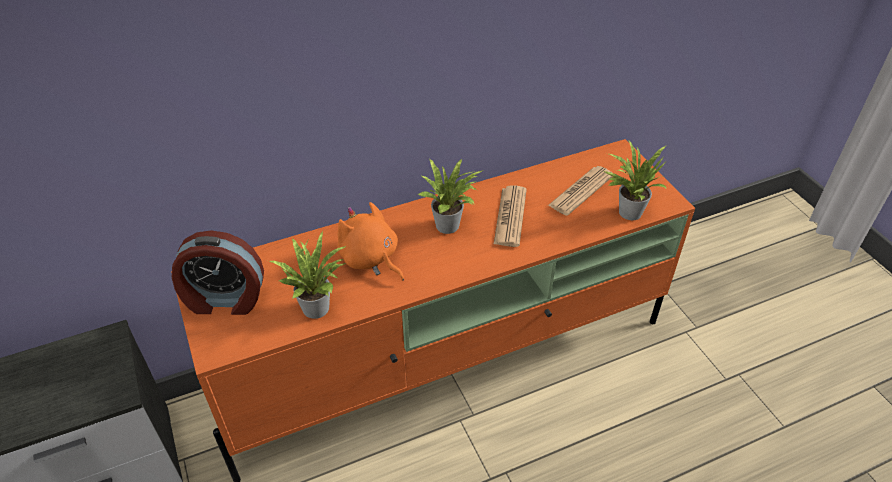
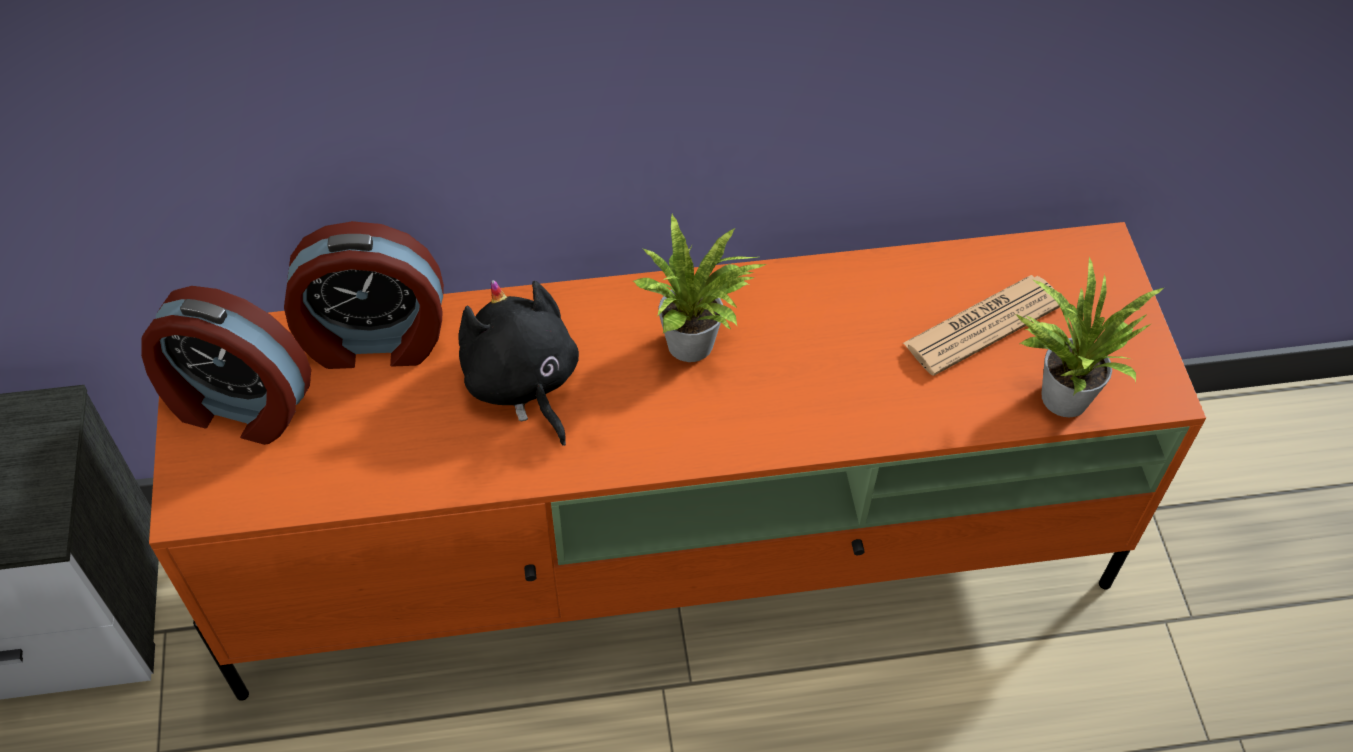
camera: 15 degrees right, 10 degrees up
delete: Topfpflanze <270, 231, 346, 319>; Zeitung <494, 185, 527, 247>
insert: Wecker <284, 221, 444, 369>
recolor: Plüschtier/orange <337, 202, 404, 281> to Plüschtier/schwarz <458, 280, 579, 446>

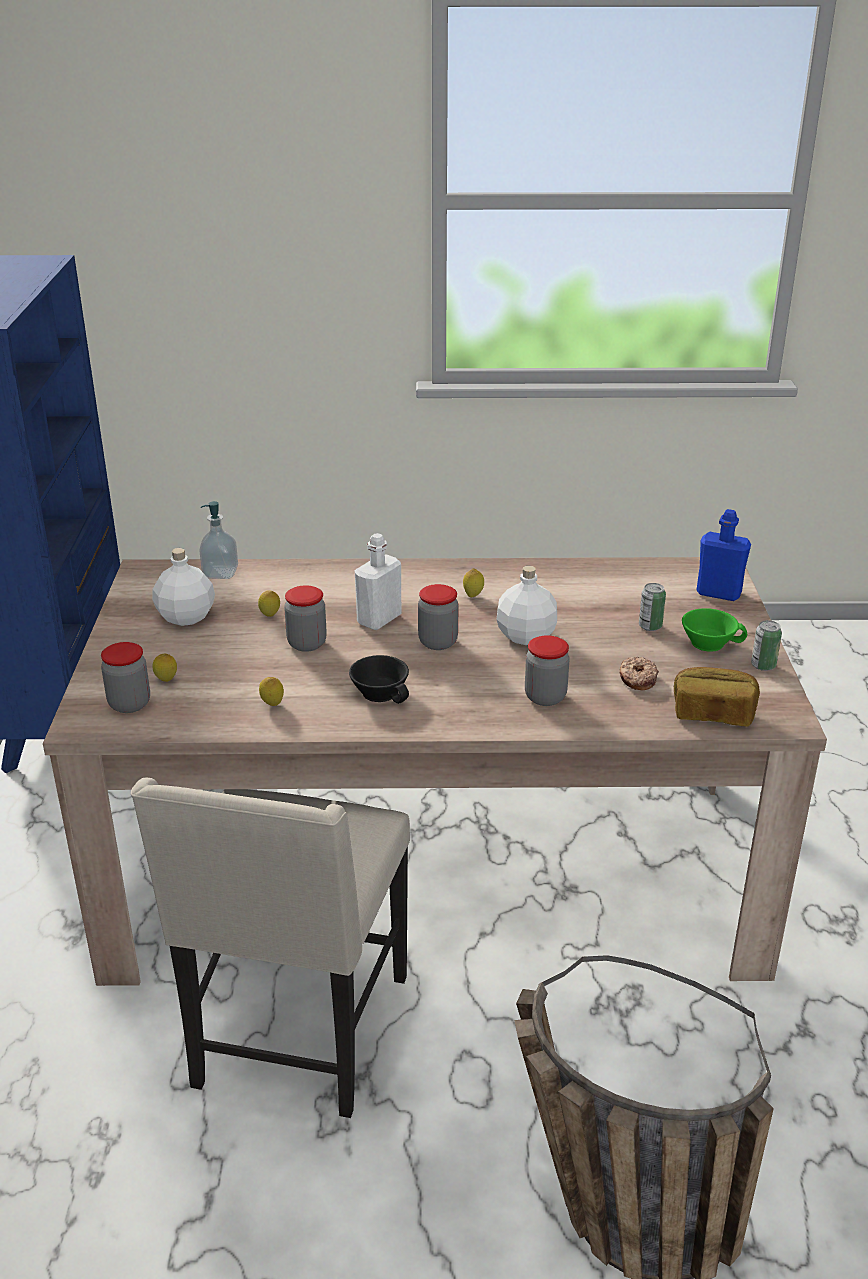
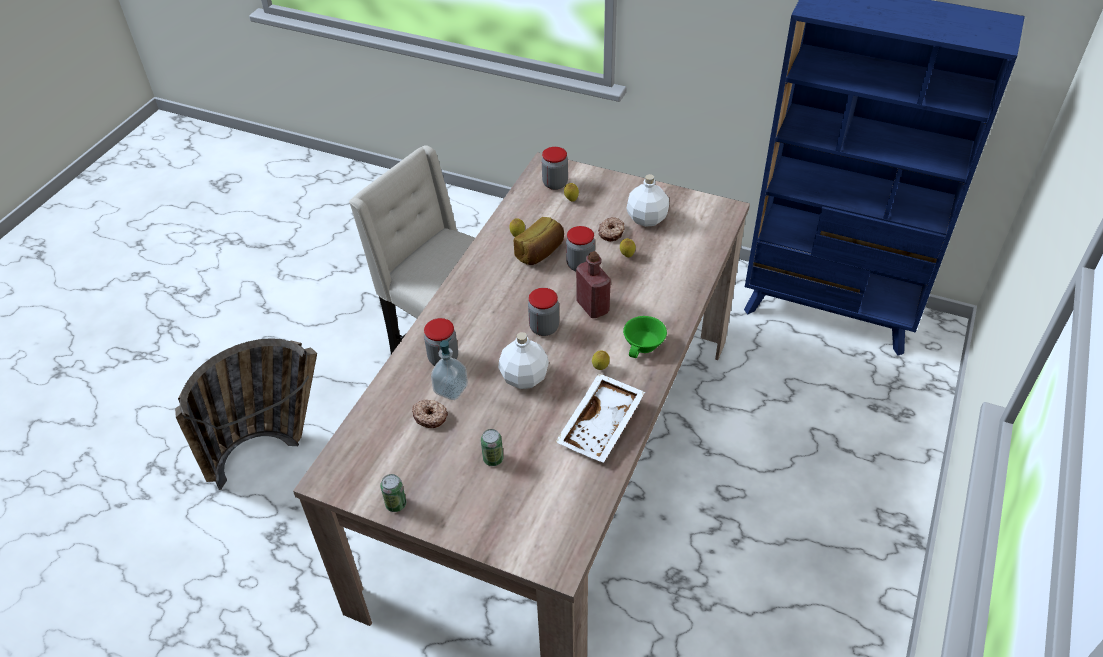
camera: 115 degrees right, 15 degrees up
delete: Tasse/schwarz <349, 655, 409, 704>; Flasche/blau <696, 509, 751, 601>
insert: Tablett/weiß <555, 373, 645, 463>; Donut <598, 217, 625, 241>
move: Seifenspender <199, 501, 238, 579> to <431, 338, 468, 400>; Brot <674, 667, 760, 727> to <514, 217, 564, 265>; Tasse/grün <682, 608, 747, 652> to <623, 316, 667, 358>
recolor: Flasche/weiß <355, 533, 402, 630> to Flasche/rot <576, 251, 611, 318>

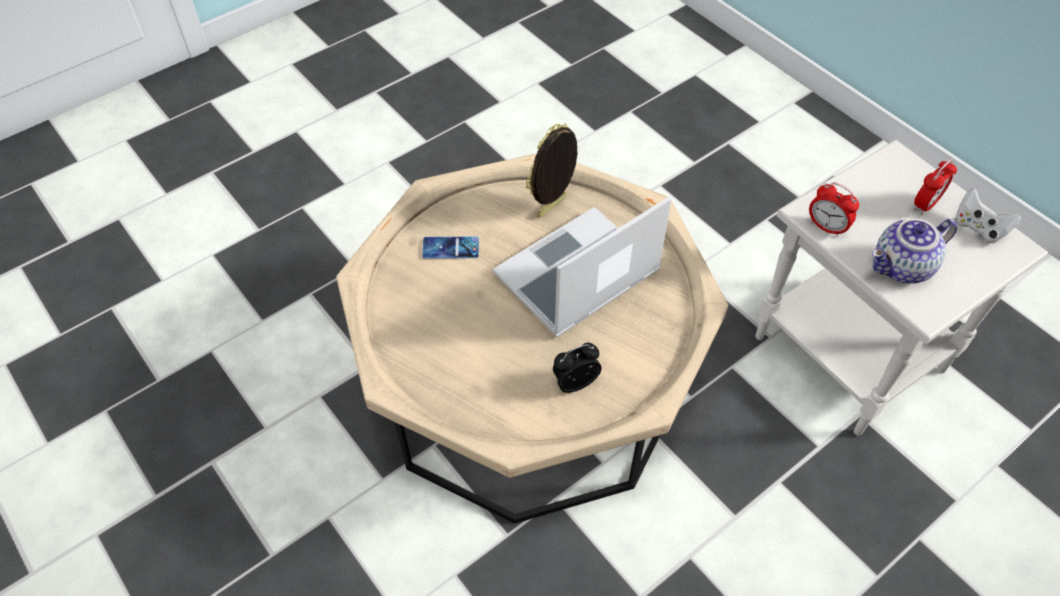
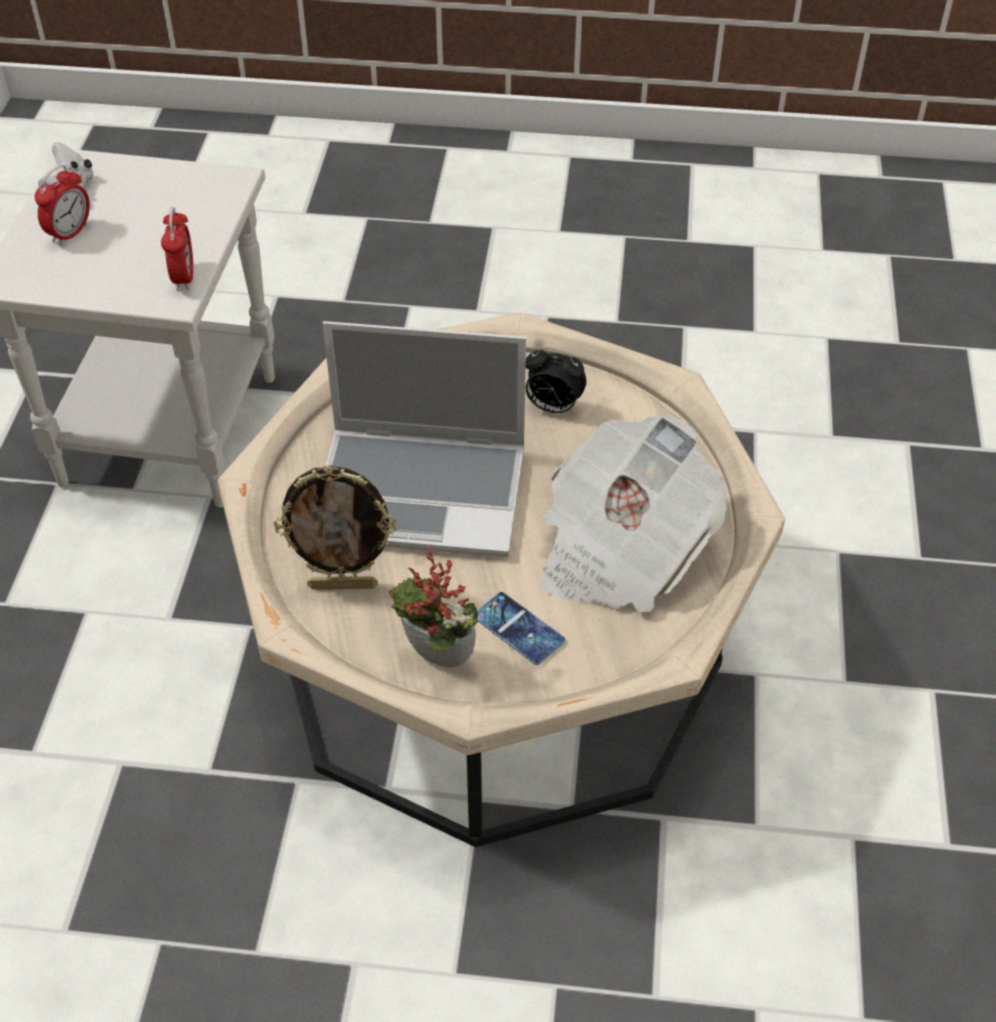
camera: 135 degrees left, 5 degrees down
delete: Teekanne <872, 218, 957, 283>
insert: Topfpflanze <389, 546, 478, 667>; Zeitung <540, 415, 727, 613>
rotate: Wecker <914, 159, 957, 215> = <35, 165, 90, 246> 120 degrees clockwise

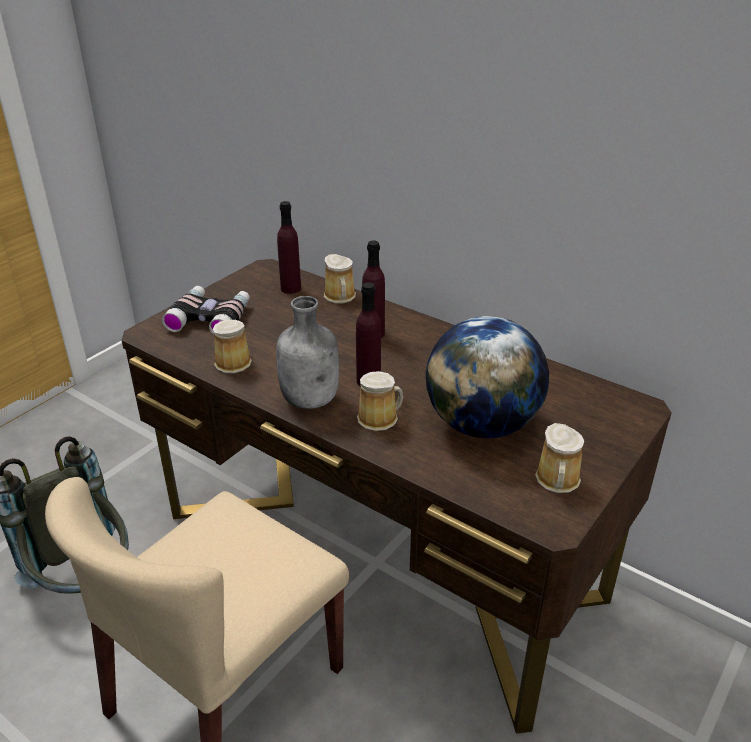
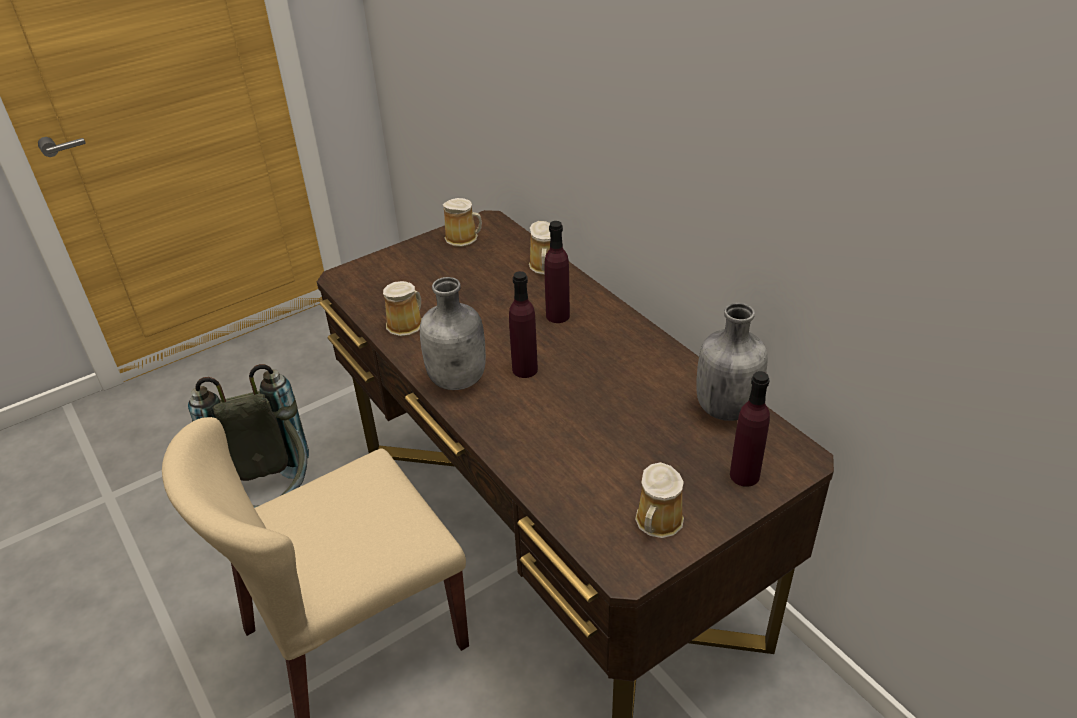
camera: 20 degrees right, 5 degrees up
delete: Fernglas <162, 286, 250, 335>; Globus <426, 316, 549, 438>
insert: Flasche/grau <696, 303, 768, 421>
move: Henkelbecher <357, 371, 403, 431> to <443, 198, 482, 247>; Flasche/lila <277, 201, 301, 294> to <730, 371, 770, 487>

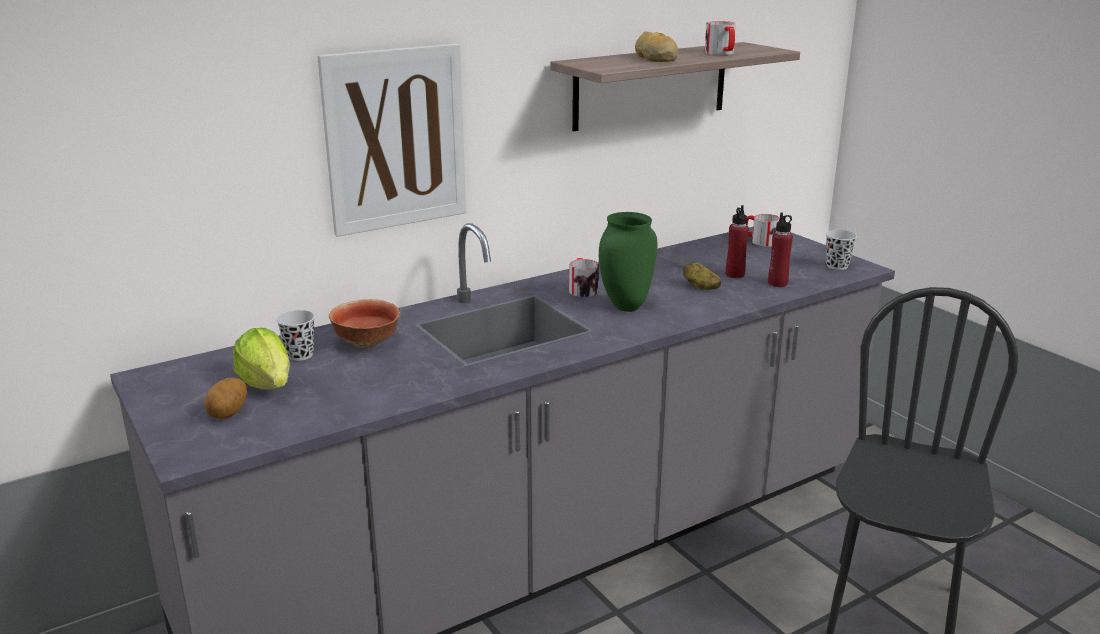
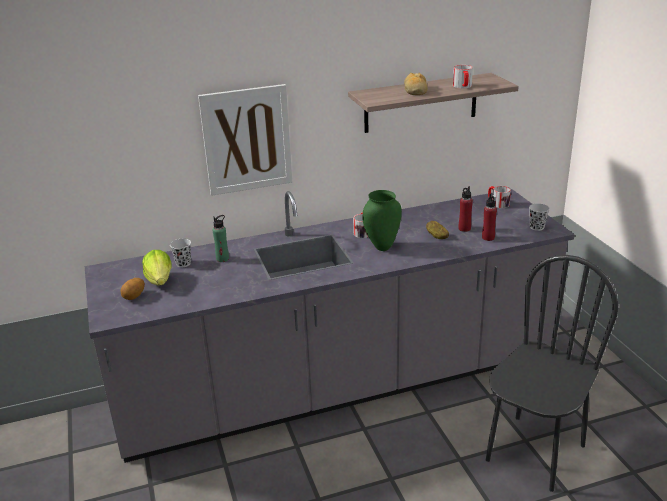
camera: 15 degrees right, 5 degrees up
replace: Schüssel <329, 299, 400, 348> to Flasche/grün <213, 215, 229, 262>

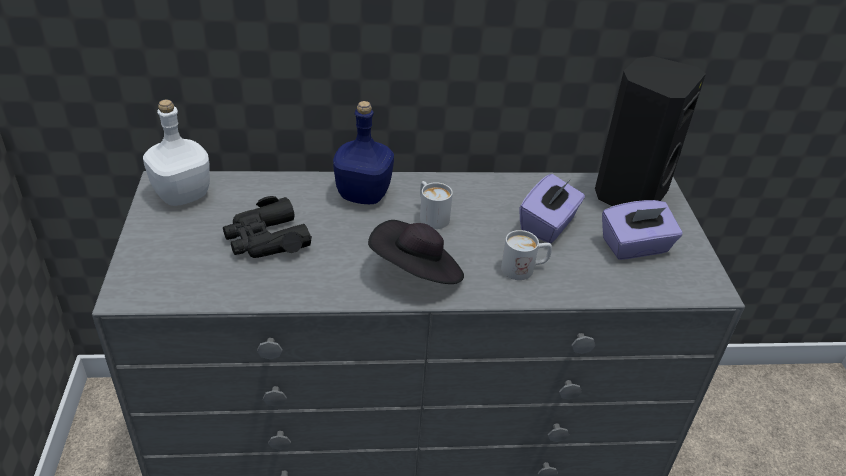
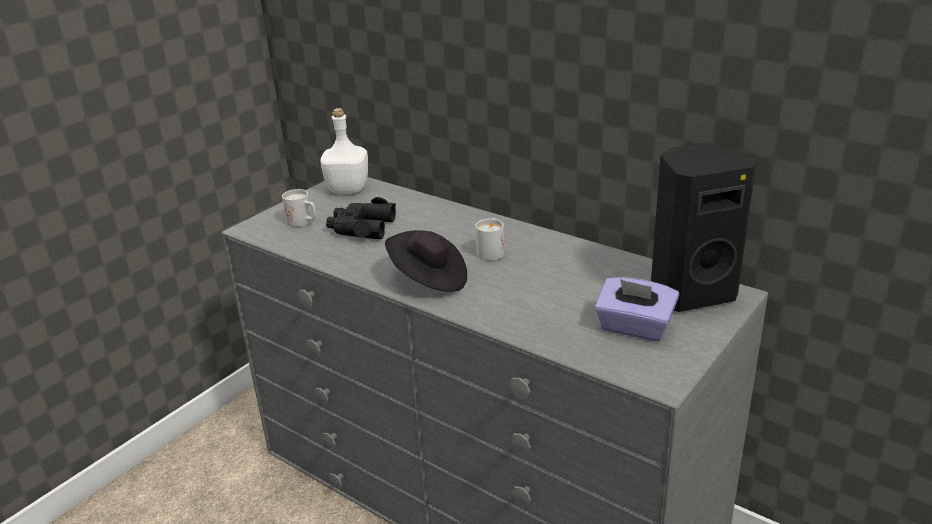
camera: 45 degrees right, 10 degrees down
delete: Flasche/blau <333, 101, 394, 204>; Taschentuchbox/lila <519, 174, 585, 243>
move: Henkelbecher/weiß <501, 230, 552, 280> to <282, 189, 316, 227>

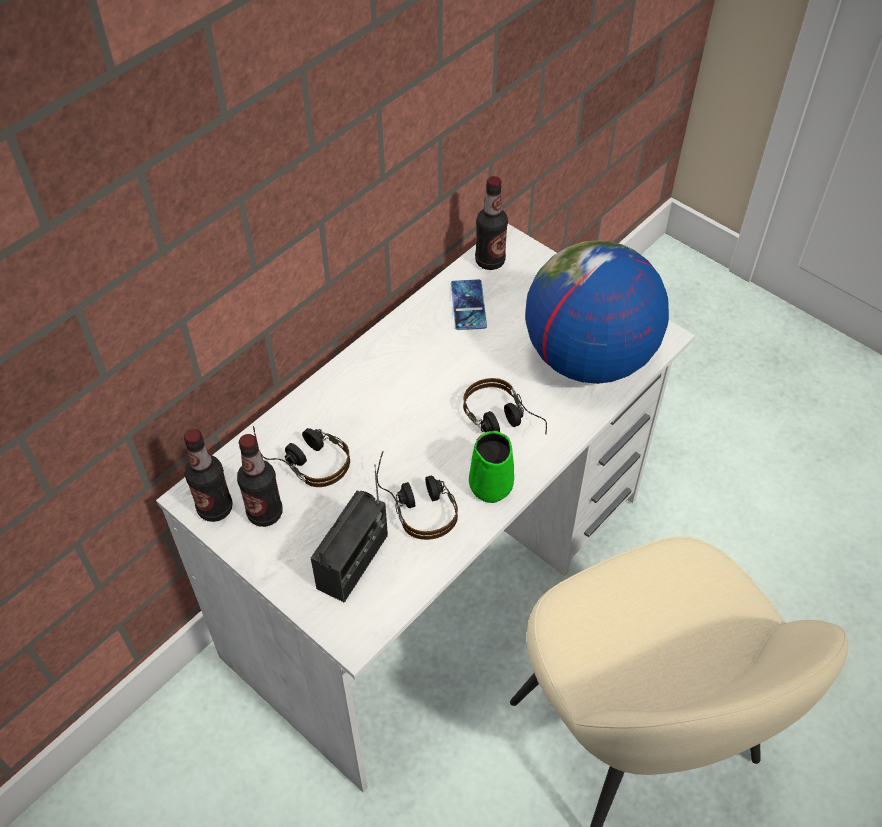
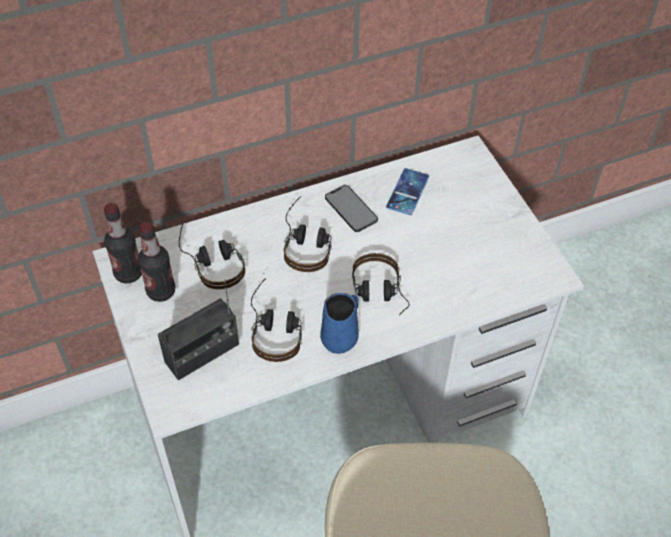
camera: 25 degrees right, 0 degrees up
delete: Flasche <475, 176, 508, 270>; Globus <525, 240, 669, 384>
insert: Kopfhörer <284, 196, 331, 272>; Handy <325, 185, 378, 232>
recolor: Henkelbecher/grün <469, 431, 514, 503> to Henkelbecher/blau <320, 293, 359, 354>

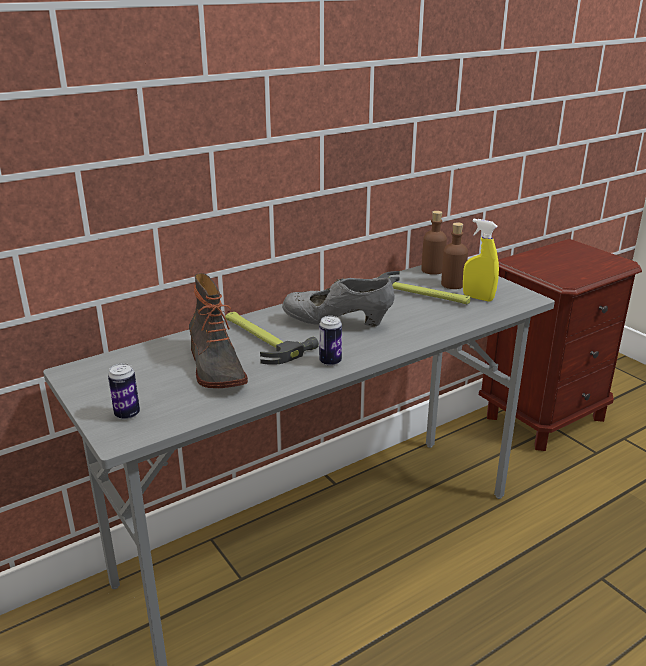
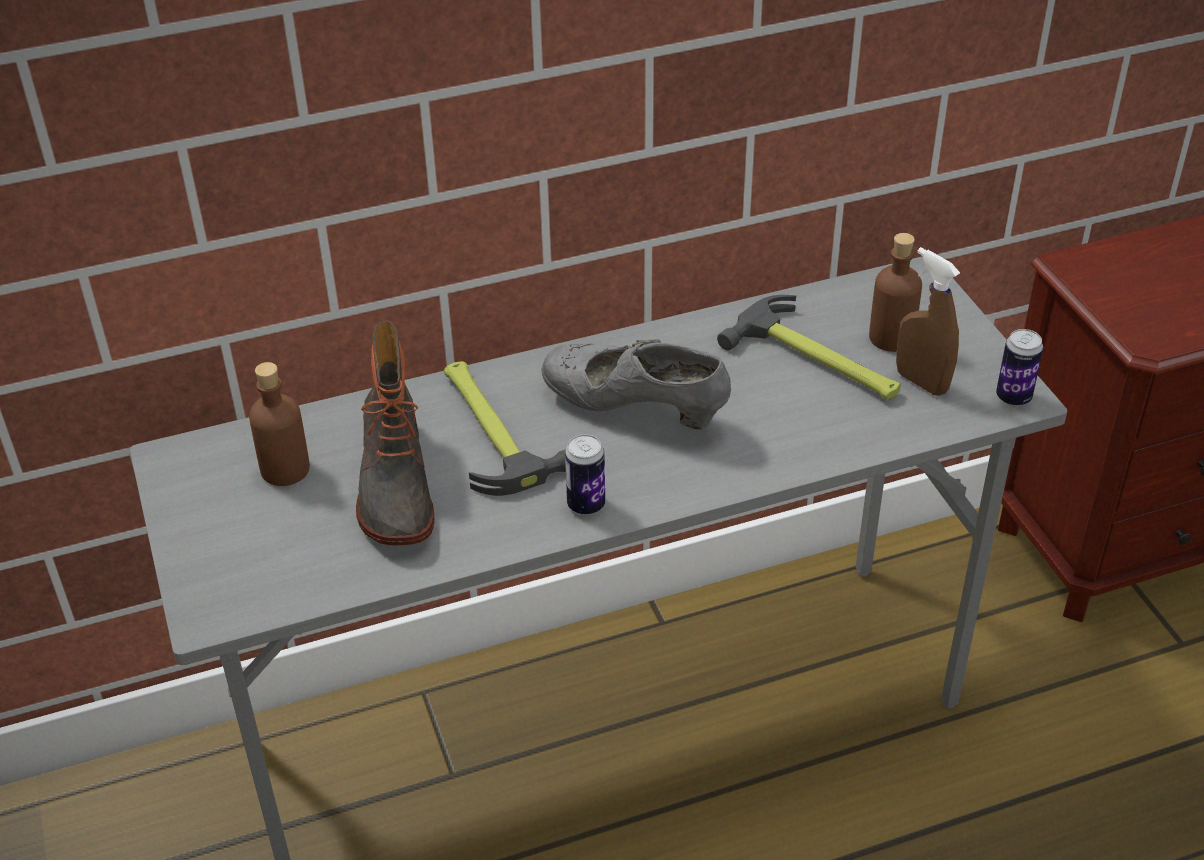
camera: 15 degrees right, 15 degrees up
move: Flasche/braun <421, 211, 447, 275> to <249, 362, 310, 486>; Dose <108, 363, 140, 420> to <996, 329, 1043, 406>
recolor: Sprühflasche/gelb <463, 219, 499, 302> to Sprühflasche/braun <896, 247, 960, 396>

